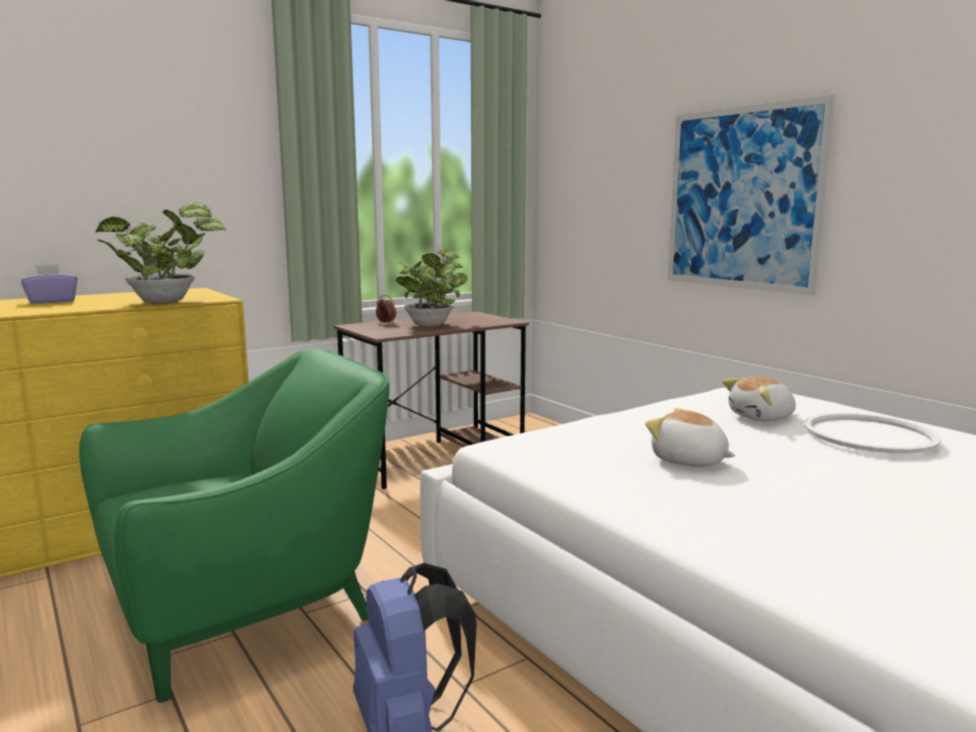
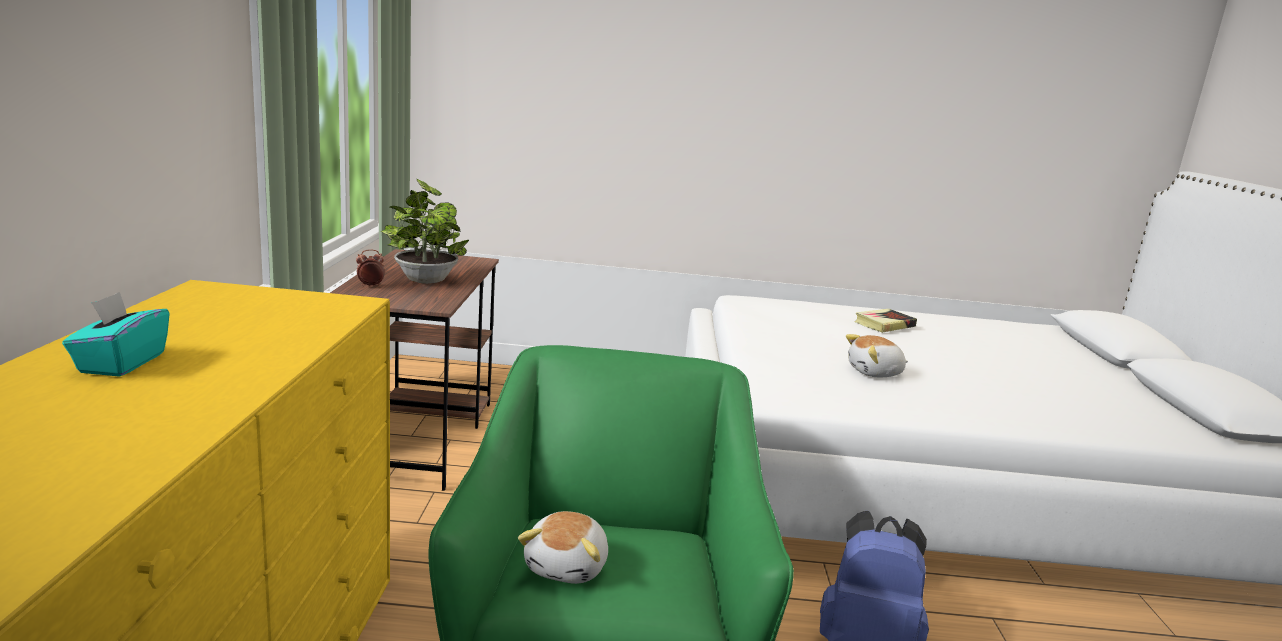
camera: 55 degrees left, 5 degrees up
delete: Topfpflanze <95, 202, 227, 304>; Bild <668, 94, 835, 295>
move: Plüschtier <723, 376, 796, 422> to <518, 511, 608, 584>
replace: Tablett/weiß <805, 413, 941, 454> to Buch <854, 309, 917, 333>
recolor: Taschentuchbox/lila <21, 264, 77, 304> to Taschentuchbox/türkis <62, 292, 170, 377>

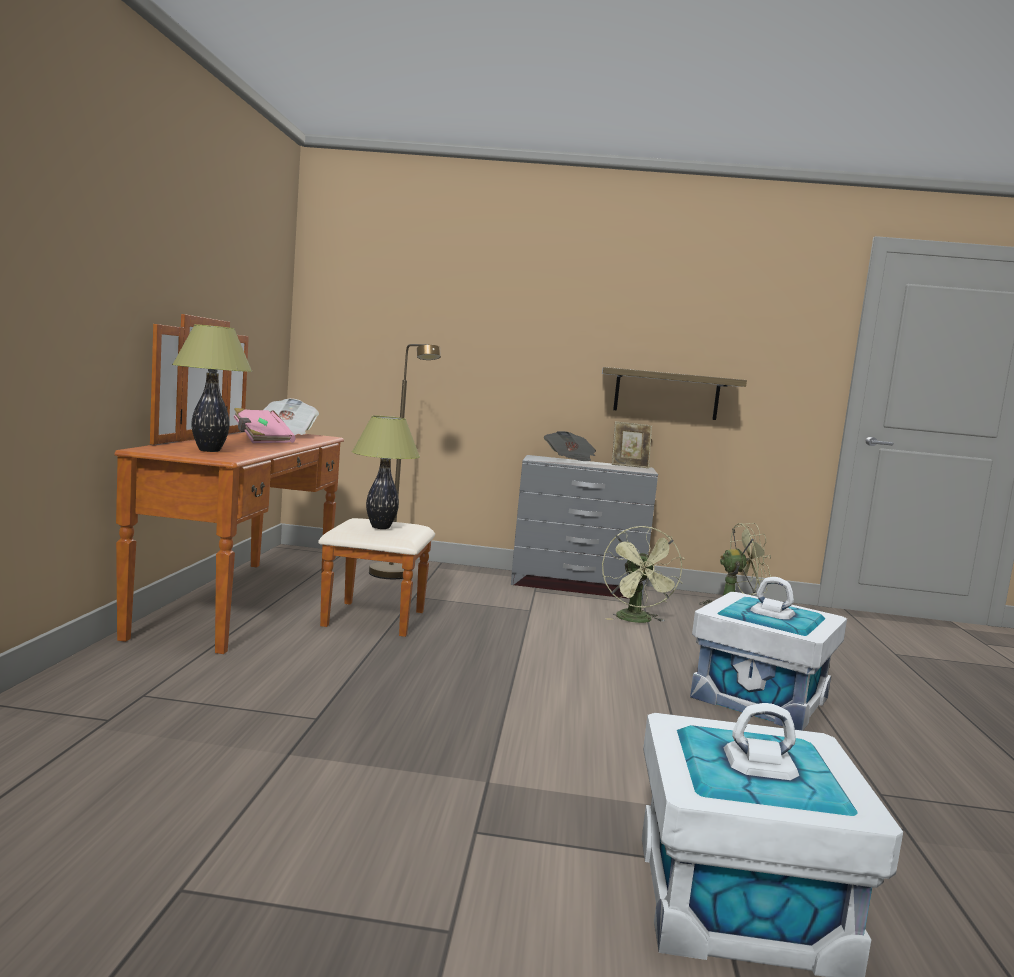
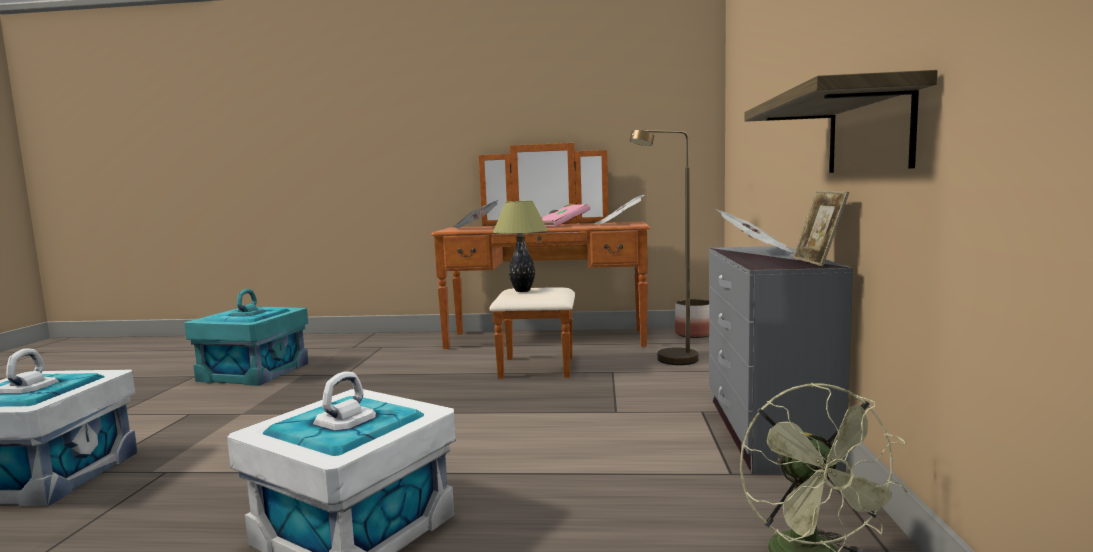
camera: 90 degrees right, 0 degrees up
delete: Ventilator/grün <602, 526, 685, 623>
insert: Aufbewahrungsbox/türkis <184, 289, 309, 386>; Pflanzkübel <675, 299, 710, 338>
replace: Tischlampe <172, 324, 252, 452> to Zeitung <453, 200, 498, 228>

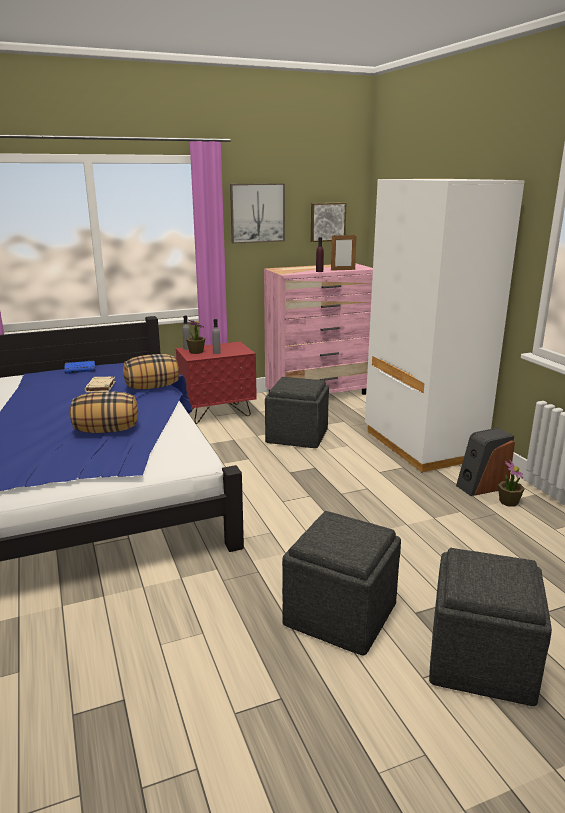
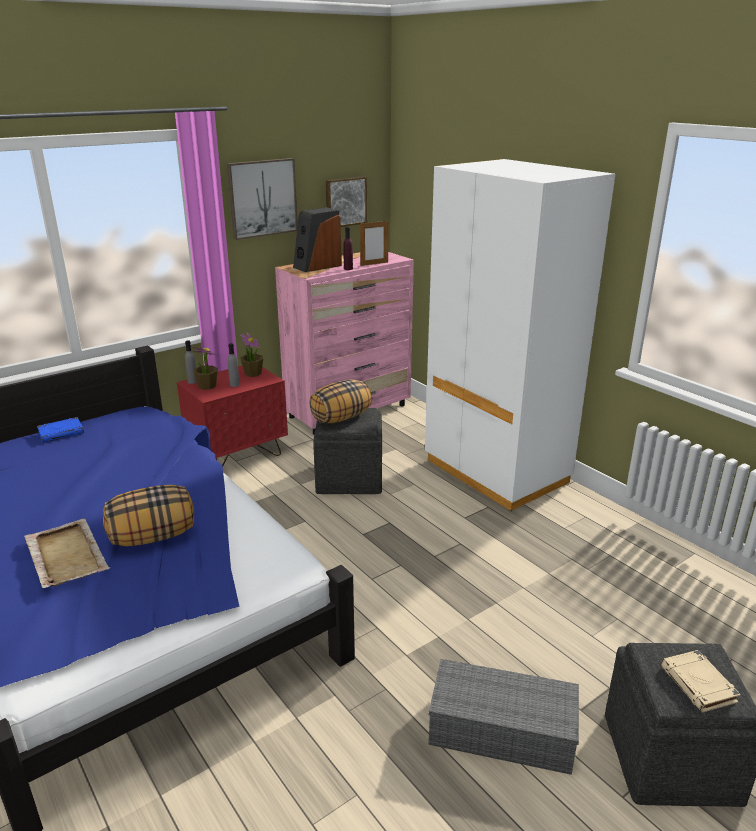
camera: 15 degrees left, 5 degrees up
insert: Tablett/beige <25, 518, 110, 588>
move: Topfpflanze <498, 459, 524, 507> to <240, 332, 263, 377>; Lautsprecher <456, 428, 515, 496> to <293, 207, 342, 272>; Kissen <123, 354, 179, 389> to <309, 380, 372, 423>; Buch/beige <85, 377, 115, 392> to <661, 650, 741, 713>
replace: Polsterhocker/grau <282, 511, 401, 655> to Aufbewahrungsbox/grau <429, 659, 579, 775>

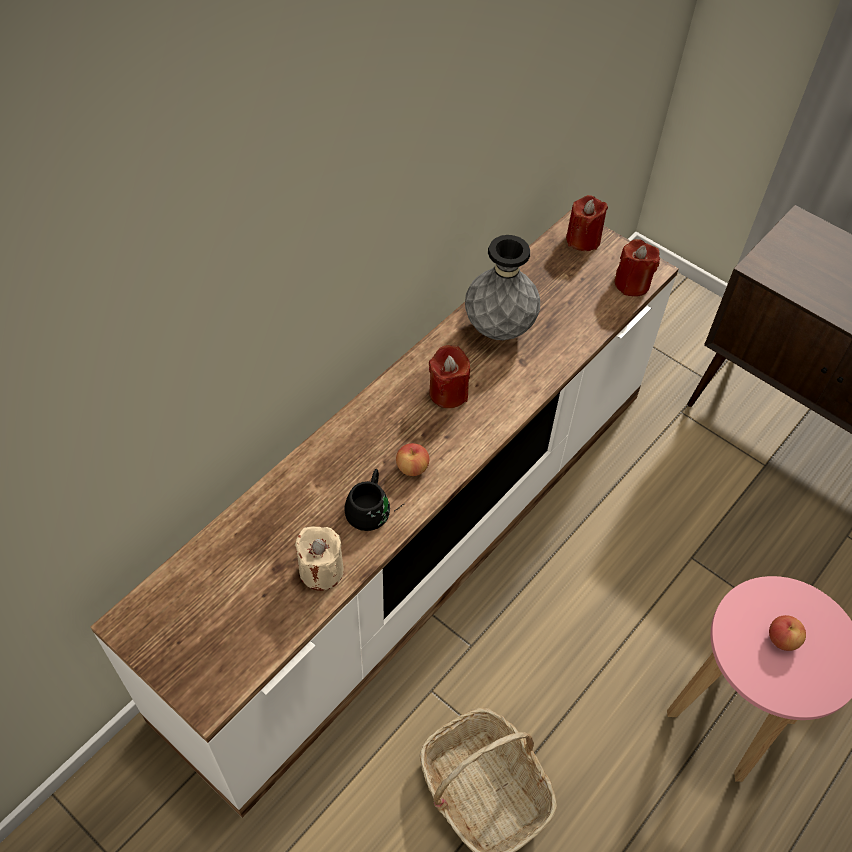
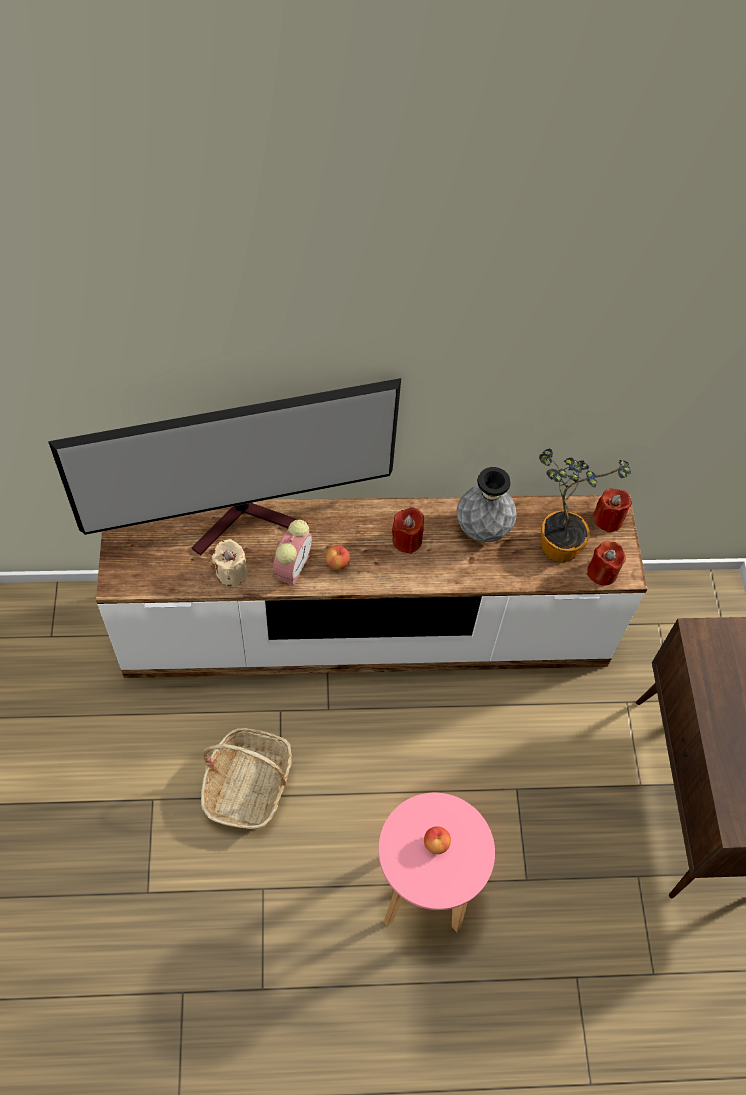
camera: 45 degrees right, 5 degrees up
insert: Fernseher <48, 378, 401, 555>; Topfpflanze <539, 448, 631, 562>
replace: Henkelbecher/schwarz <344, 469, 404, 531> to Wecker <273, 520, 312, 586>

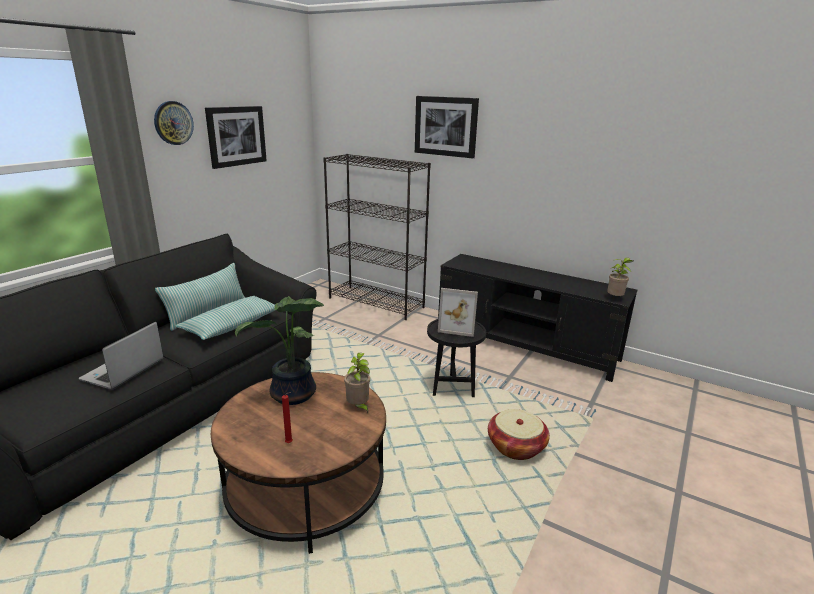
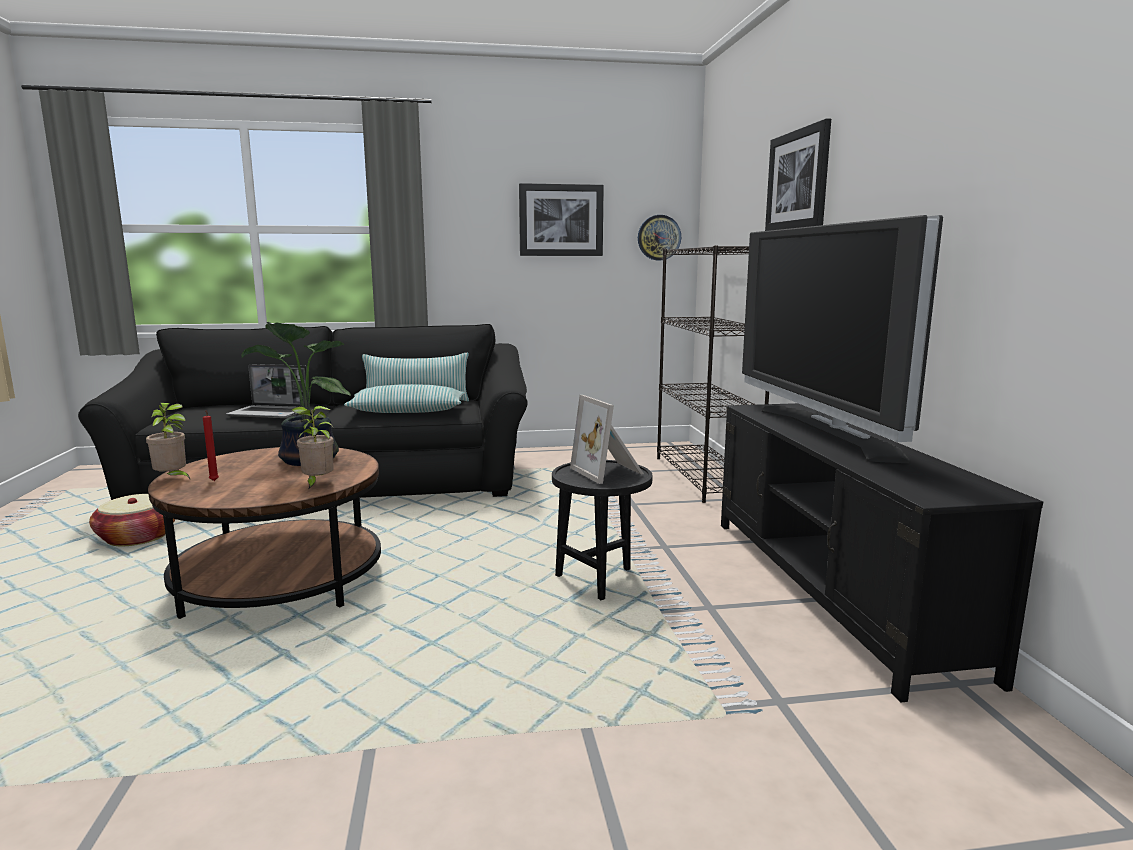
camera: 50 degrees right, 10 degrees down
insert: Fernseher <742, 215, 943, 463>
move: Korb <488, 409, 550, 460> to <89, 494, 175, 546>; Topfpflanze <607, 258, 633, 297> to <146, 403, 190, 479>; Wanduhr <154, 101, 194, 145> to <638, 215, 681, 260>
rotate: Laptop <79, 322, 164, 389> = <226, 364, 309, 418> 150 degrees counterclockwise

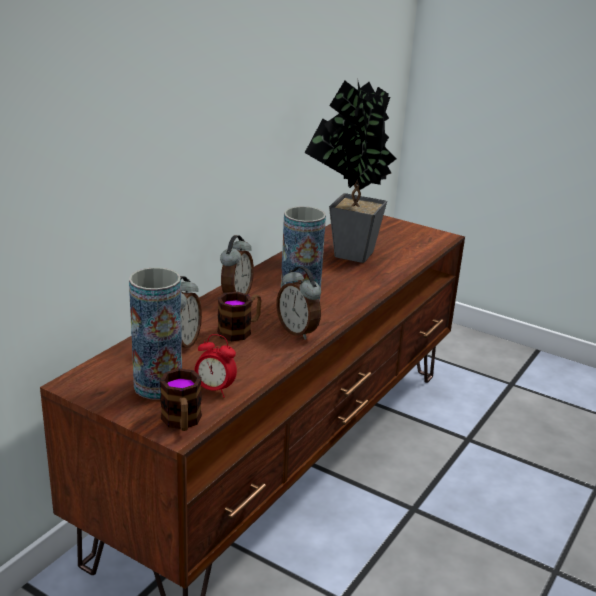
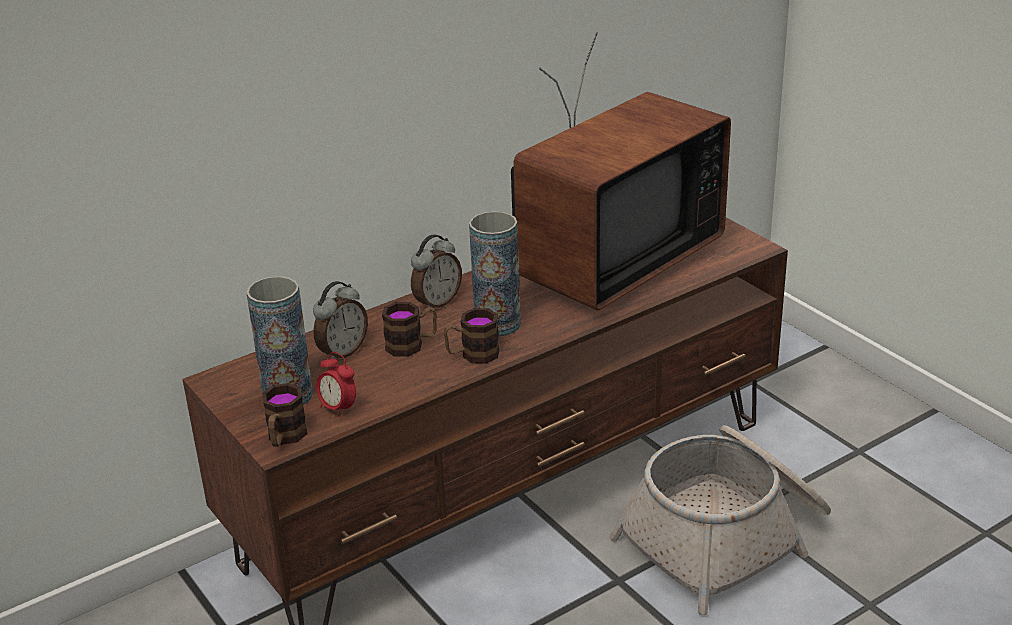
camera: 25 degrees right, 5 degrees up
insert: Korb <609, 425, 831, 615>
replace: Wecker <276, 266, 321, 340> to Henkelbecher <444, 308, 500, 364>; Topfpflanze <305, 81, 397, 263> to Fernseher <511, 32, 731, 310>

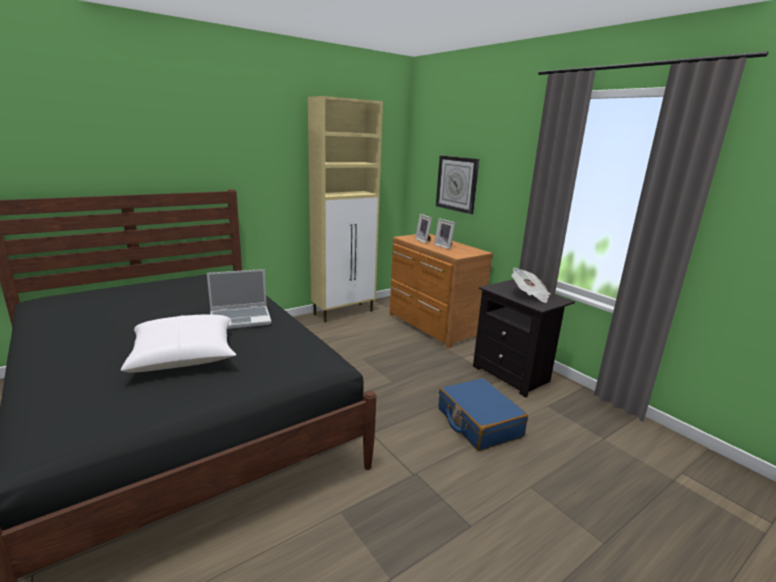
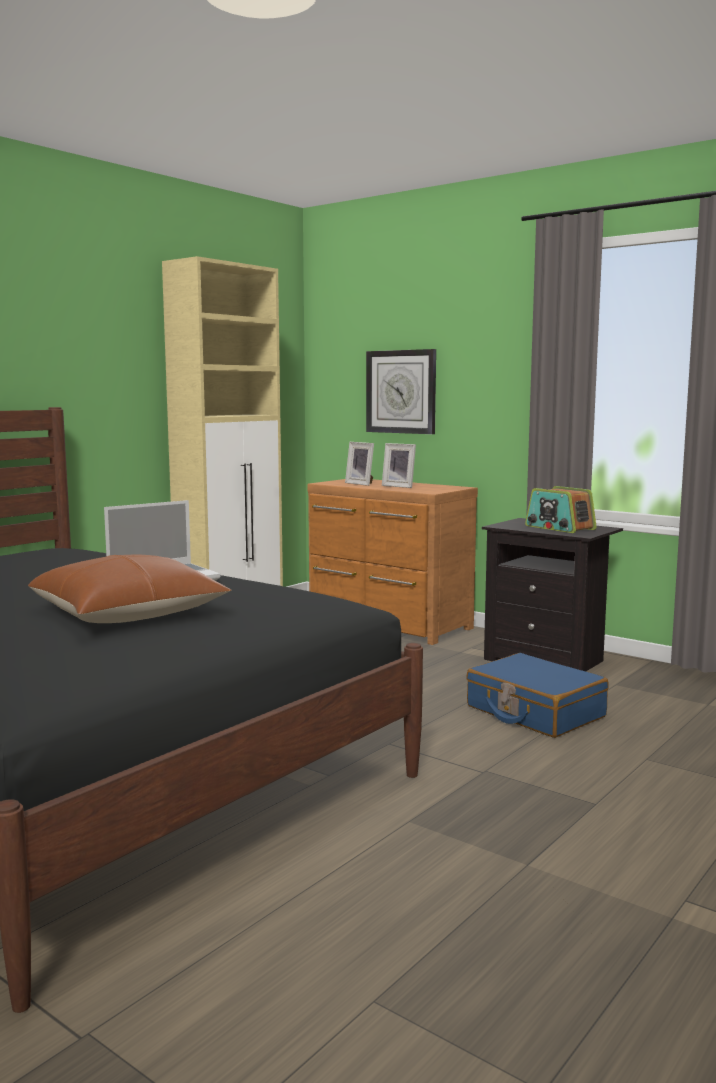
camera: 15 degrees left, 10 degrees down
replace: Zeitung <512, 268, 551, 303> to Radio <525, 486, 597, 533>
recolor: Kissen/weiß <121, 314, 236, 373> to Kissen/braun <28, 554, 231, 623>

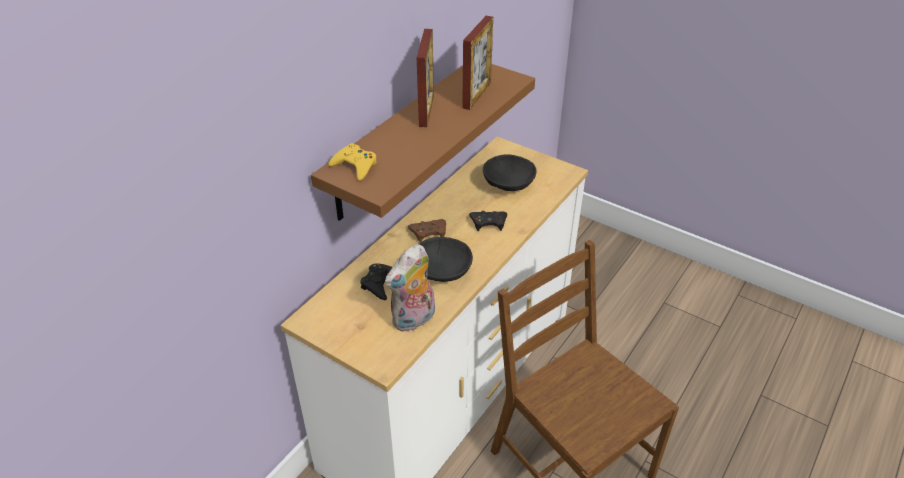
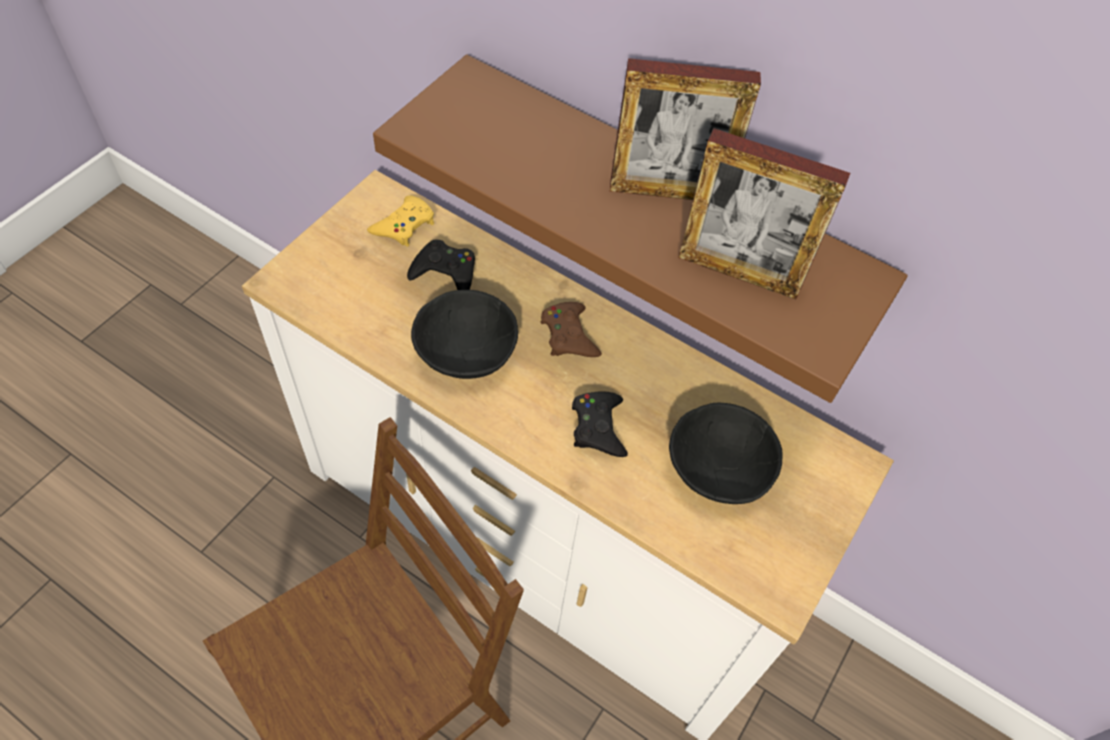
camera: 85 degrees right, 15 degrees up
delete: Plüschtier <385, 244, 435, 333>
move: Gamepad/gelb <328, 143, 377, 181> to <367, 196, 434, 247>

